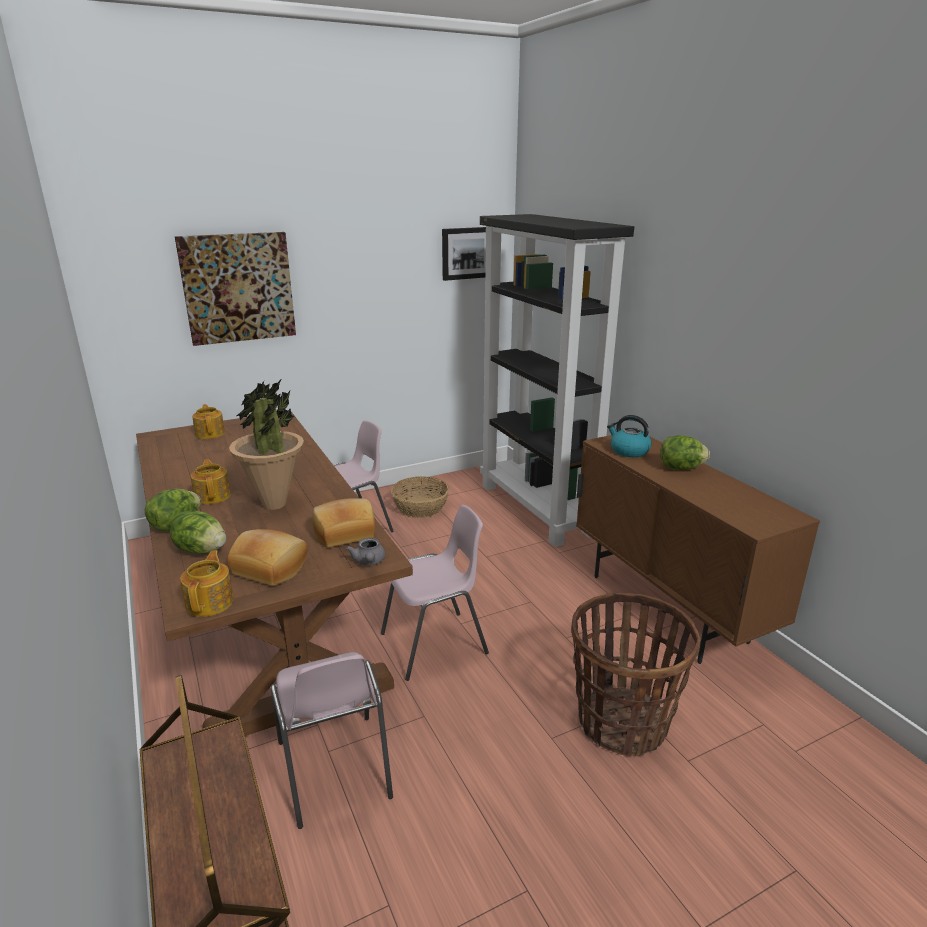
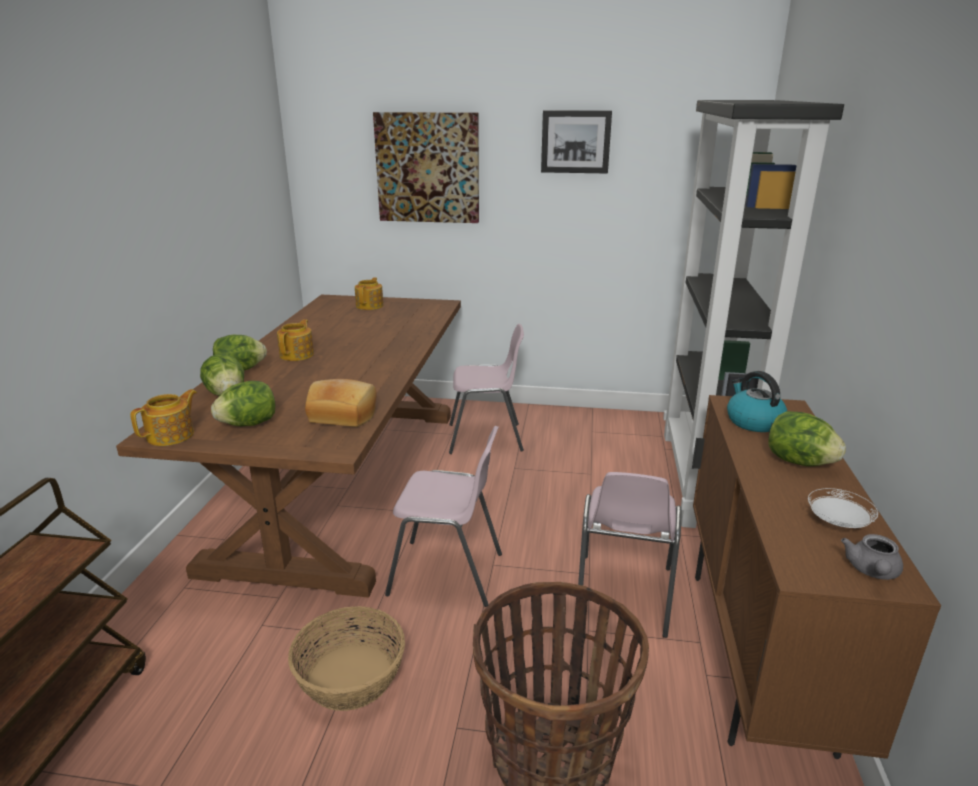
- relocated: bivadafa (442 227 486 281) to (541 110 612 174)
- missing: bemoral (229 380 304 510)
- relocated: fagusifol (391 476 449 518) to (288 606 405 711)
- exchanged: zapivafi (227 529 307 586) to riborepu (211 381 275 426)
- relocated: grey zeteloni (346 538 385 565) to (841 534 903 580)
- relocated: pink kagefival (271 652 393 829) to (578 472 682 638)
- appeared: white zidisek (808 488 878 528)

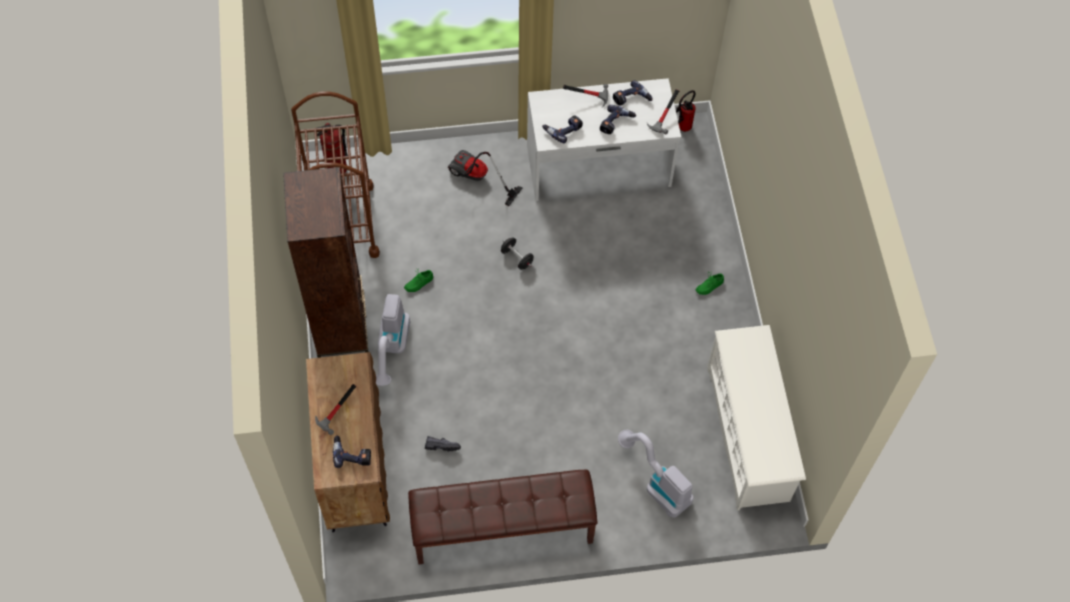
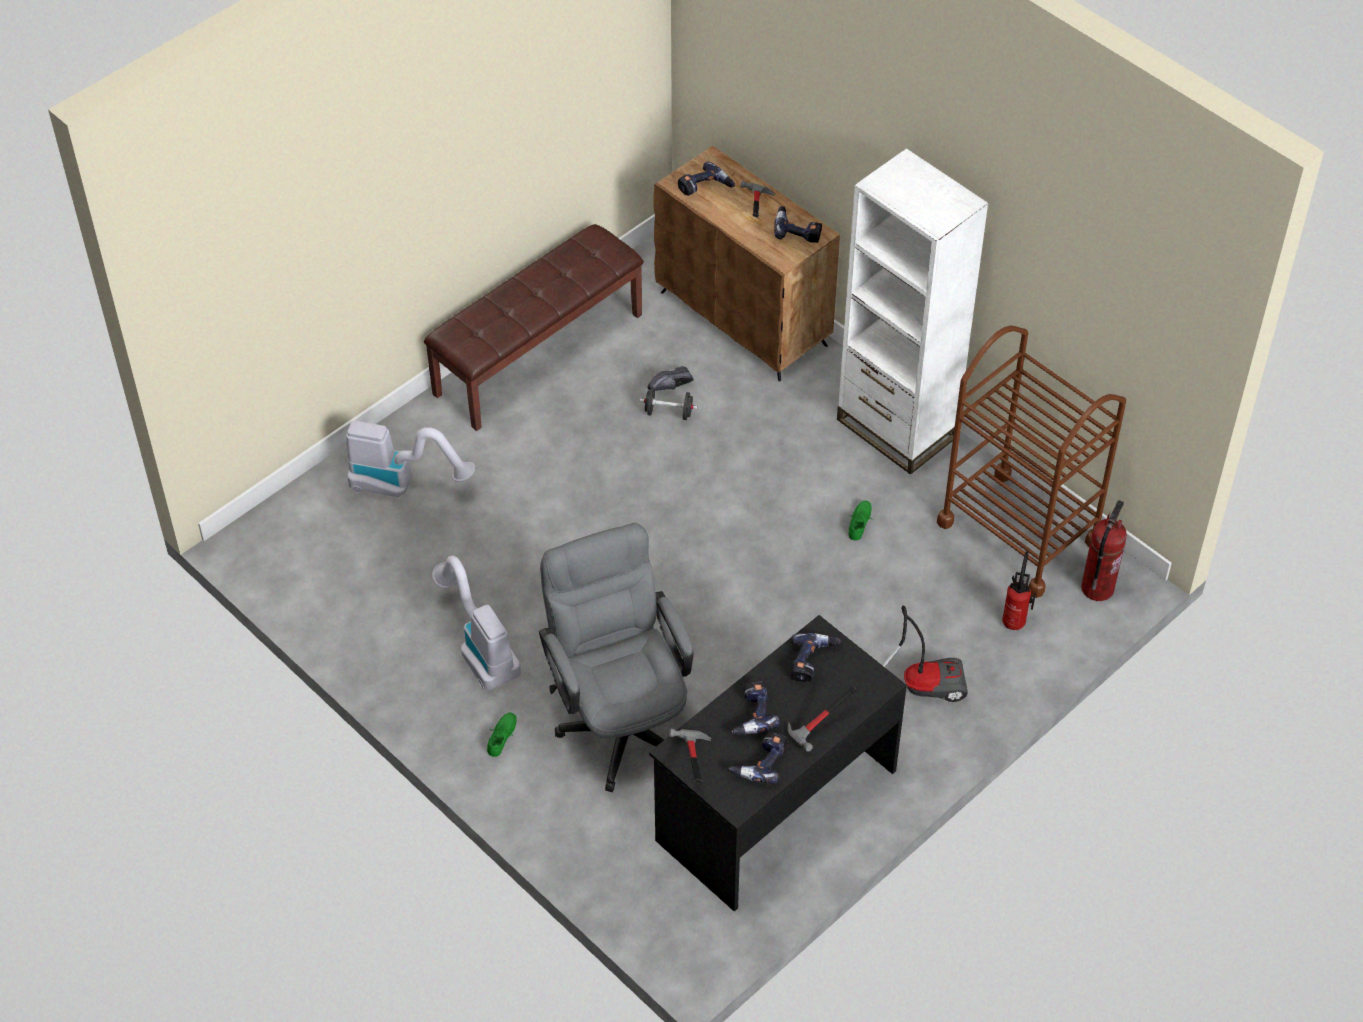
- colour: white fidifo (527 78 681 201) to black fidifo (649 615 907 912)
- relocated: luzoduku (676 90 696 132) to (1002 551 1036 630)
- colour: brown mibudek (283 167 368 358) to white mibudek (837 148 989 475)
- relocated: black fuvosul (501 237 533 270) to (640 388 698 420)
- relocated: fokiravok (376 294 410 386) to (432 556 521 690)
- missing: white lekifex (707 325 806 511)
- appeared: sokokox (774 206 822 243)
- appeared: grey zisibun (539 523 694 792)

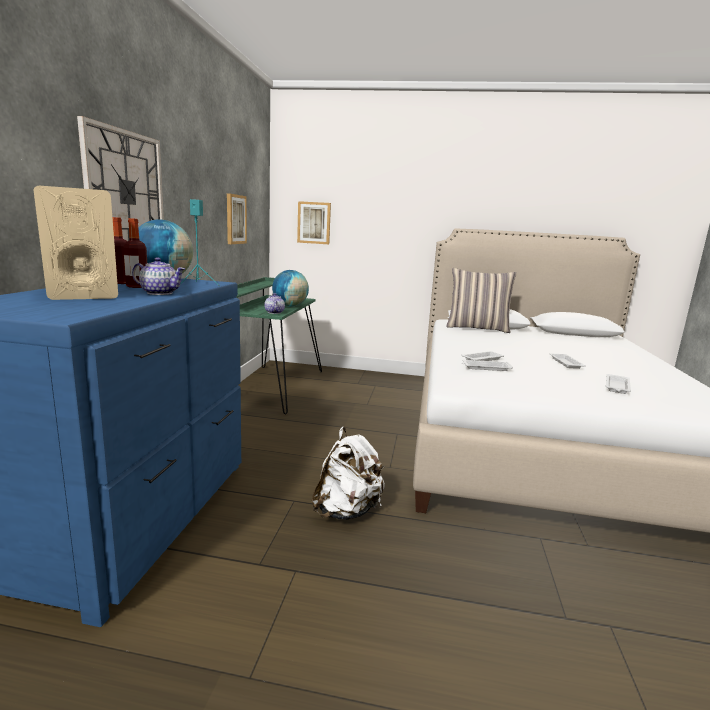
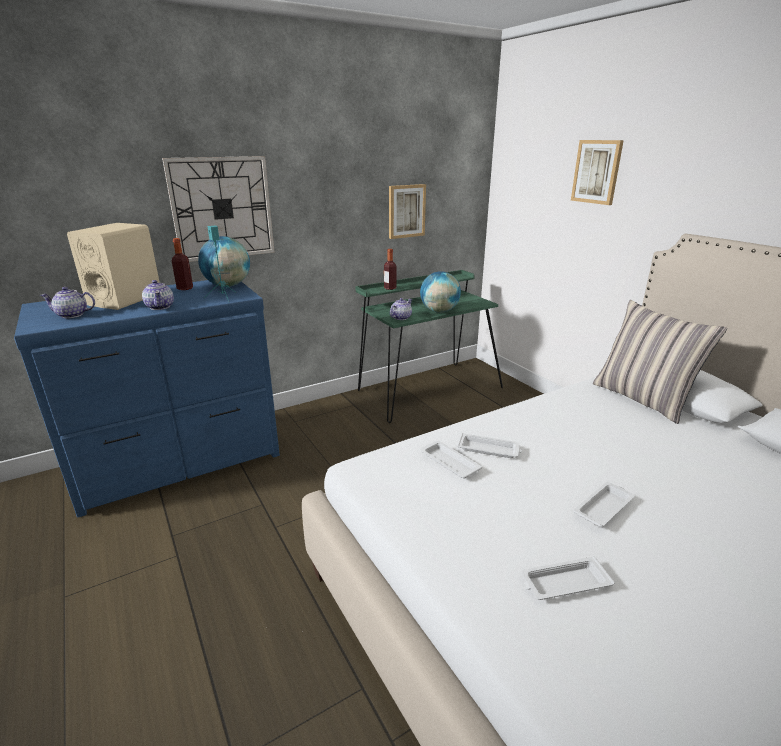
- relocated: bivadafa (297 201 331 244) to (571 140 624 205)
- relocated: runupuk (123 218 147 288) to (384 249 397 290)
- missing: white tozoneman (312 427 385 520)
- appeared: zeteloni (40 287 95 318)

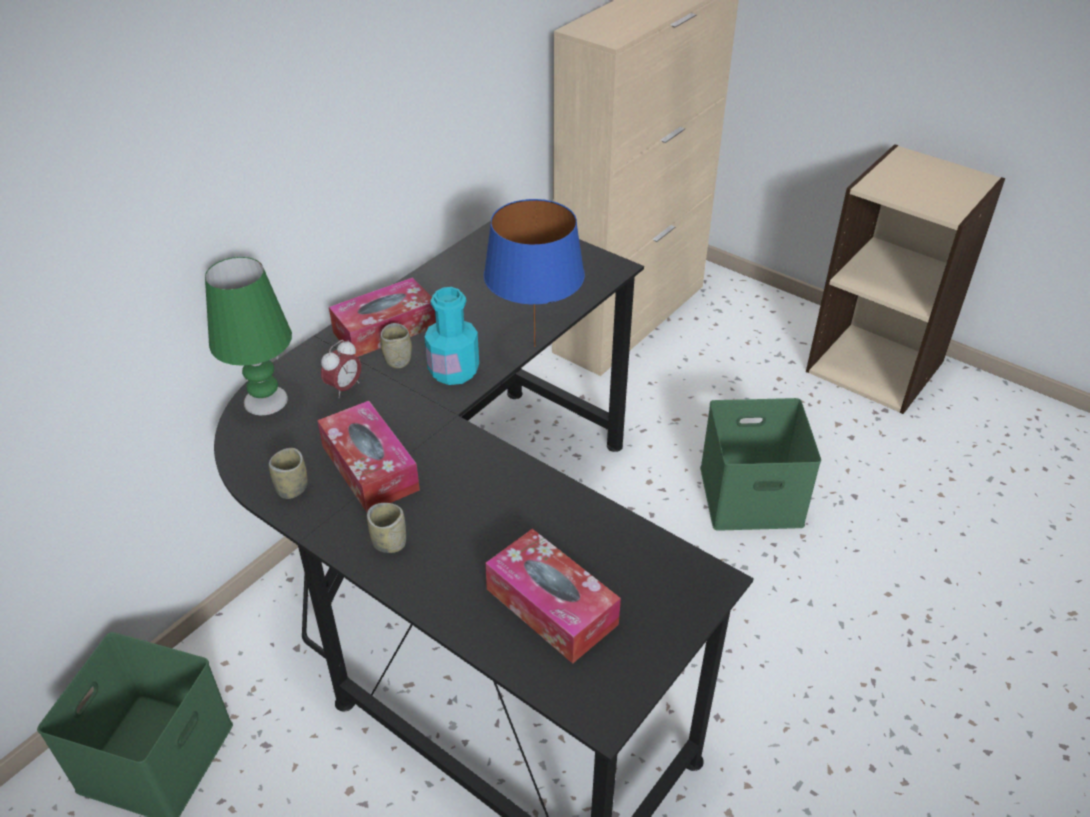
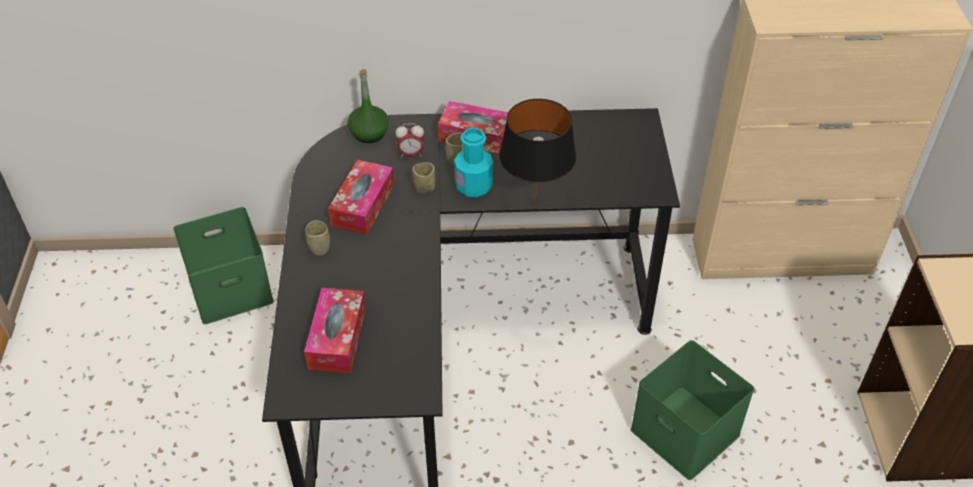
- colour: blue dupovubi (484 199 585 347) to black dupovubi (499 99 576 206)
- exchanged: green dupovubi (205 257 292 415) to green runupuk (348 69 389 143)
- relocated: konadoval (269 448 308 499) to (412 162 435 193)

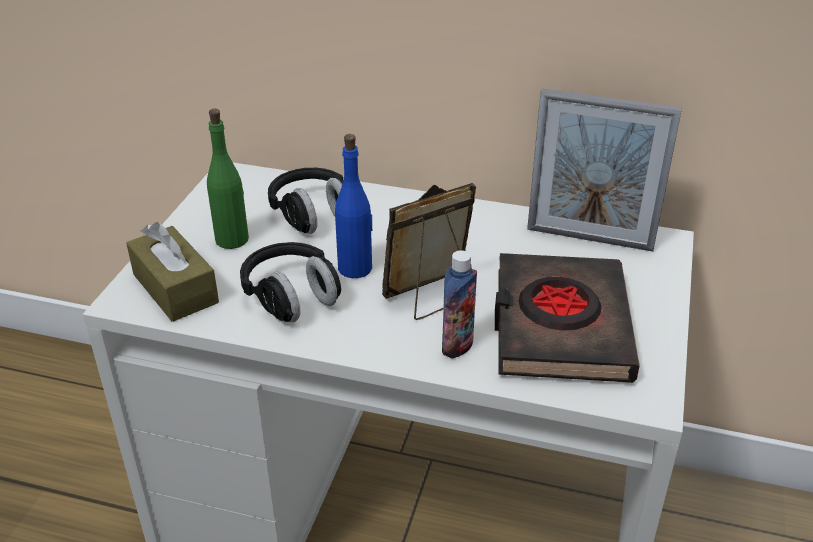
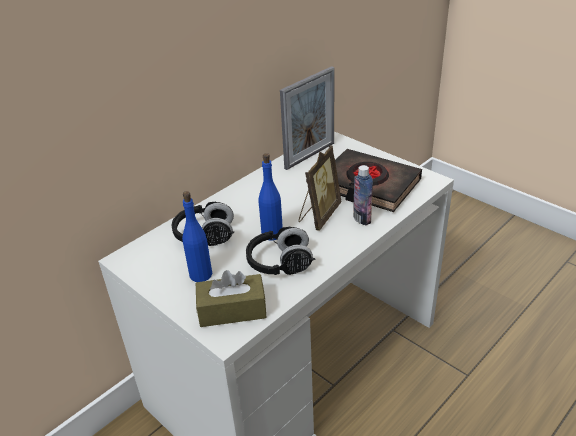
- colour: green runupuk (207 109 249 249) to blue runupuk (182 191 212 282)
- spun: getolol (382 183 476 320) = (298 146 341 231) 150 degrees counterclockwise

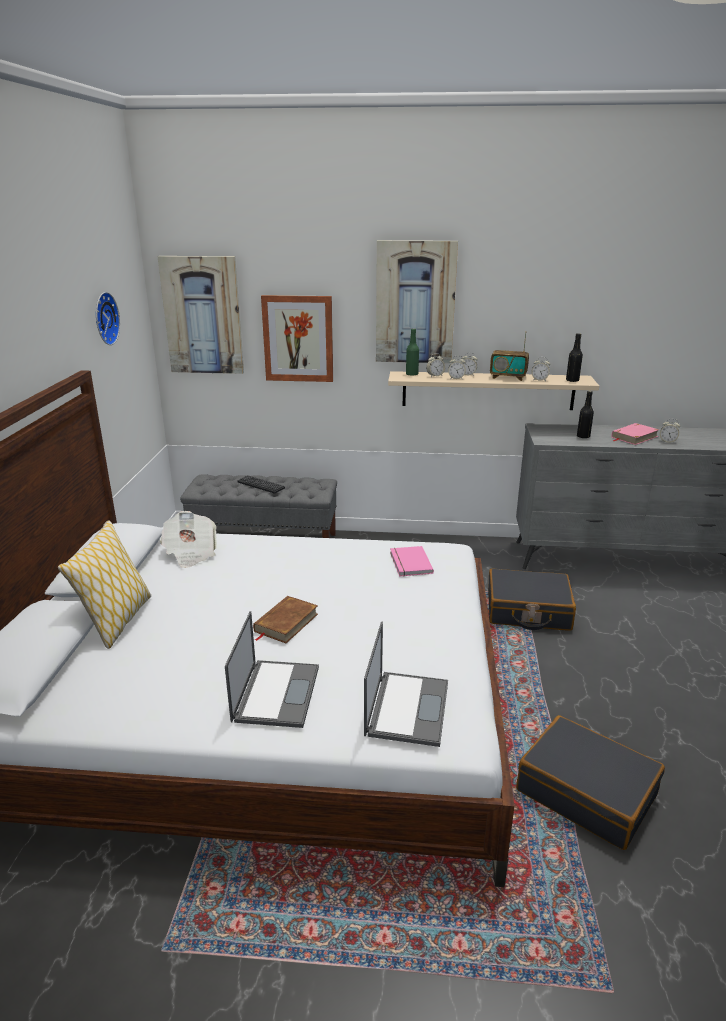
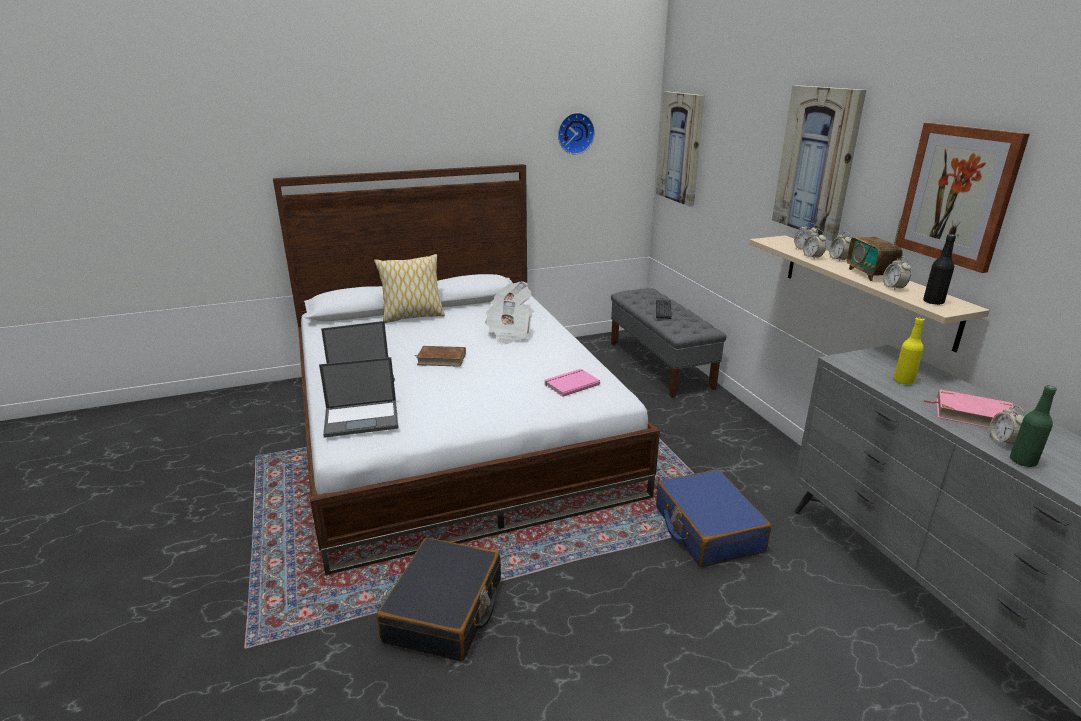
- relocated: bivadafa (261 295 333 382) to (895 123 1030 273)
- relocated: green runupuk (406 328 419 376) to (1010 385 1057 467)
- colour: black runupuk (577 391 594 439) to yellow runupuk (894 317 925 384)
- colour: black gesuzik (488 568 576 631) to blue gesuzik (656 469 771 567)
- appeared: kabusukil (485 300 532 344)

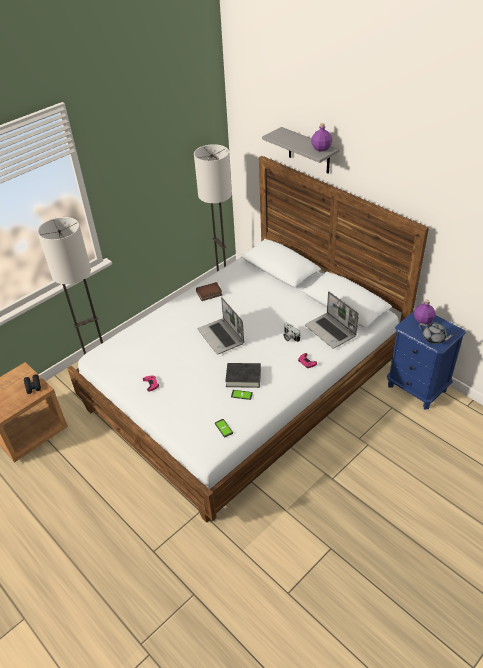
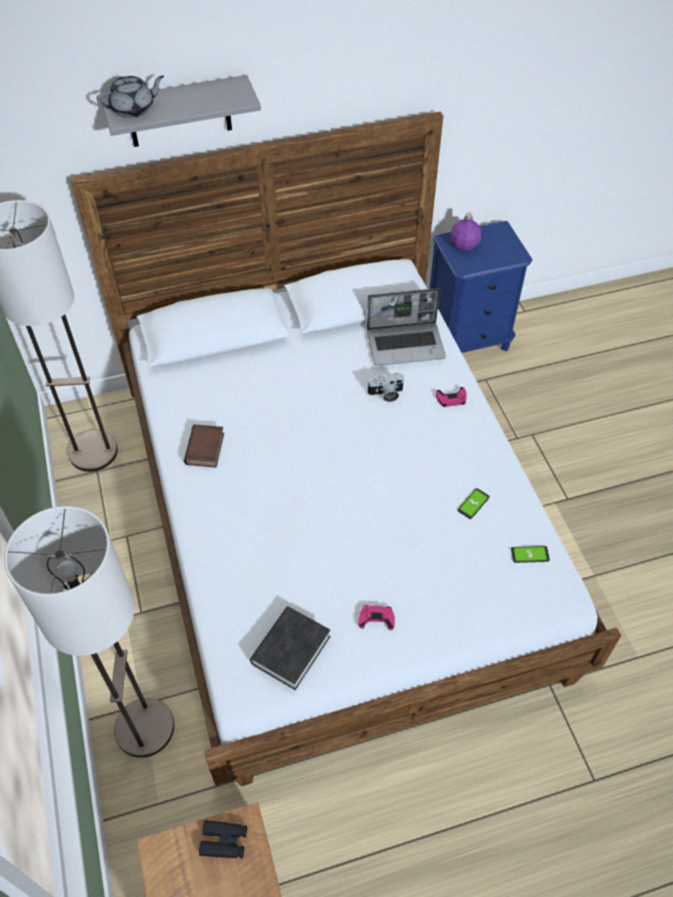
- missing: purple runupuk (311 123 332 151)
- missing: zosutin (198 297 244 354)
- relocated: grey zeteloni (419 323 455 344) to (97 76 164 118)
- relocated: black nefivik (225 363 261 388) to (250 606 330 690)

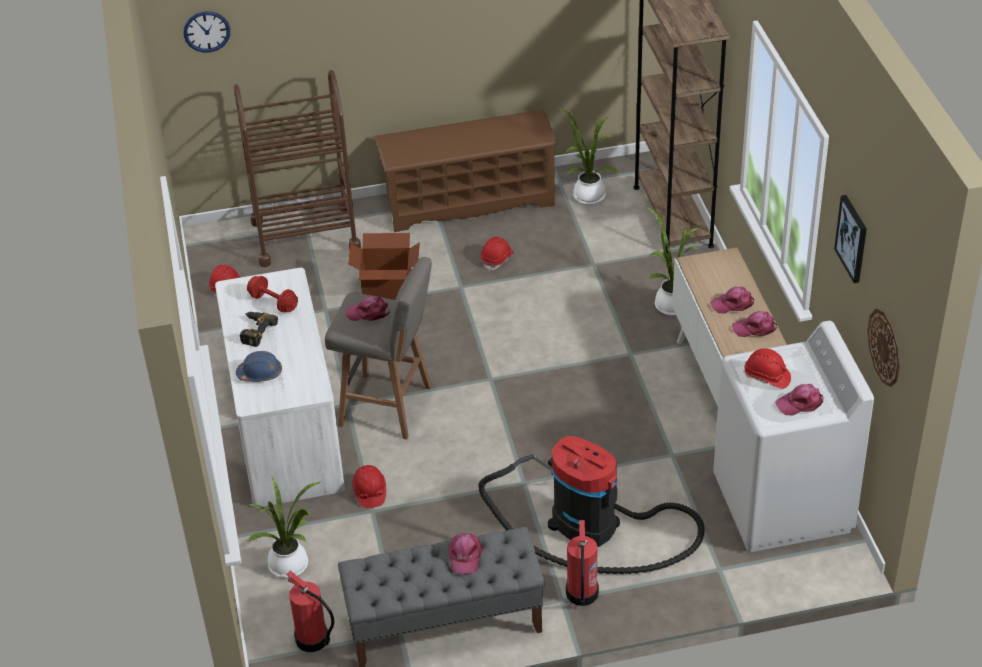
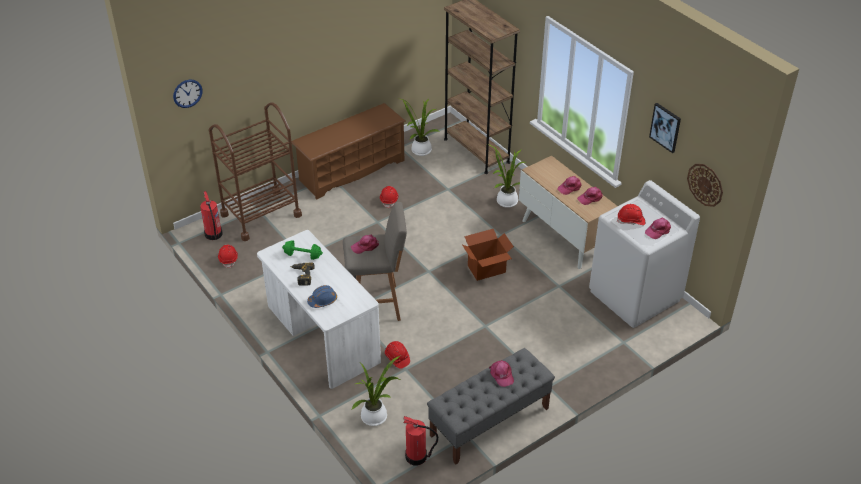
- relocated: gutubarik (348 233 420 300) to (462 229 514 281)
- colour: red fuvosul (247 276 298 312) to green fuvosul (282 240 323 260)
- missing: fokiravok (478 436 705 574)
- relocated: luzoduku (566 520 599 606) to (200 191 223 240)

